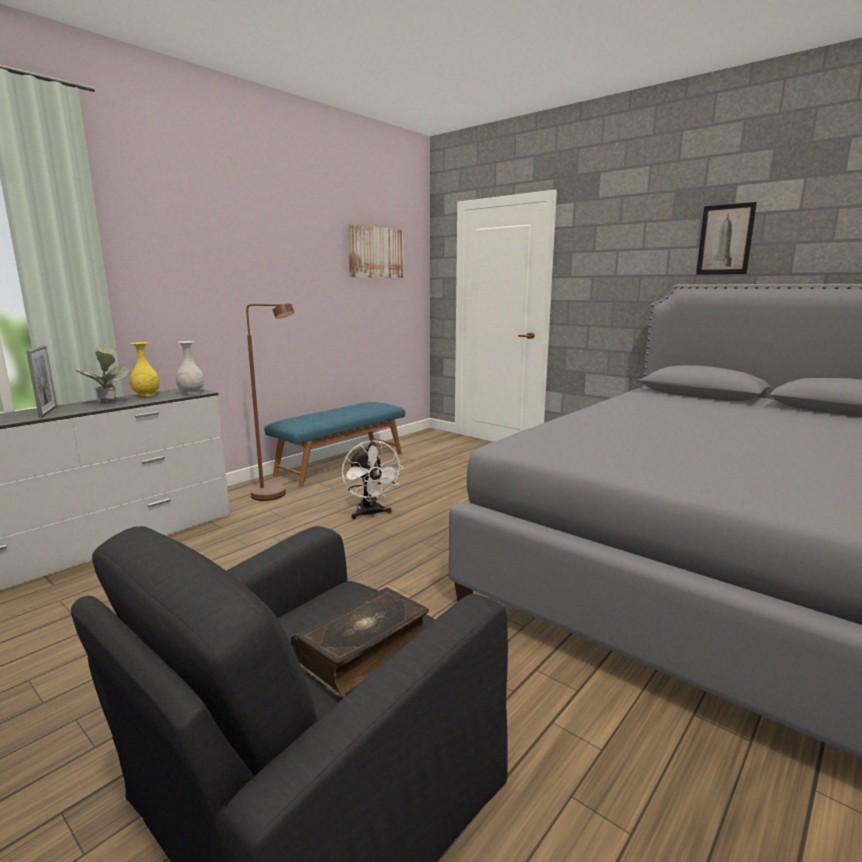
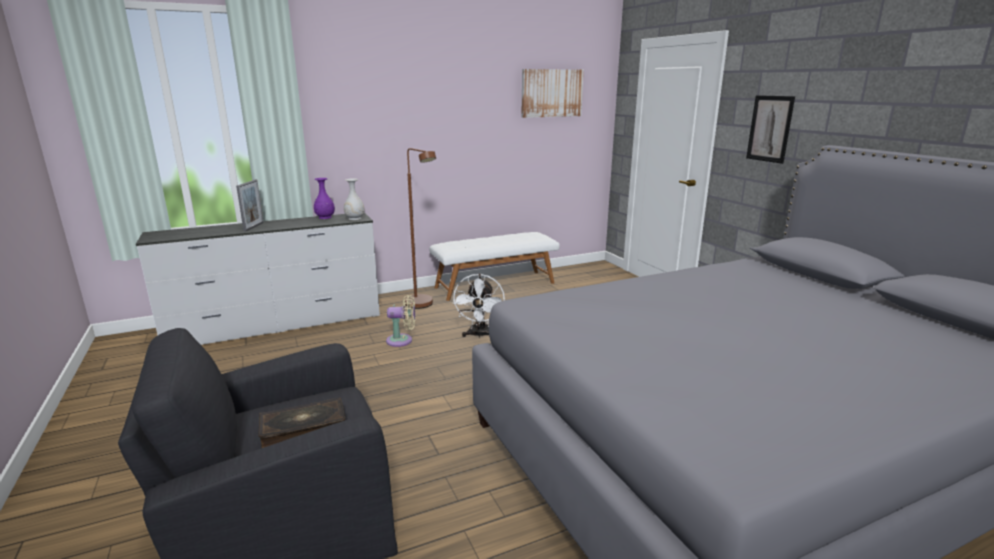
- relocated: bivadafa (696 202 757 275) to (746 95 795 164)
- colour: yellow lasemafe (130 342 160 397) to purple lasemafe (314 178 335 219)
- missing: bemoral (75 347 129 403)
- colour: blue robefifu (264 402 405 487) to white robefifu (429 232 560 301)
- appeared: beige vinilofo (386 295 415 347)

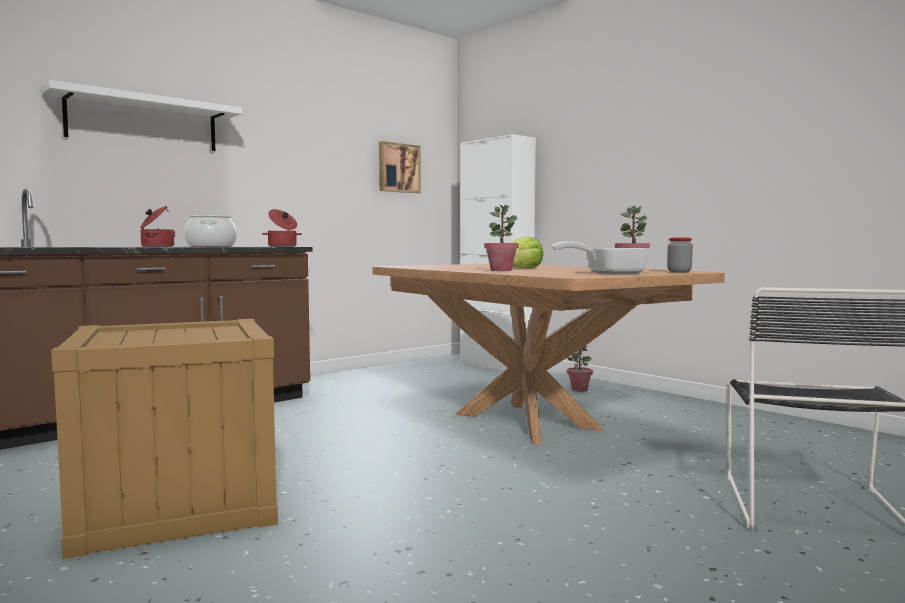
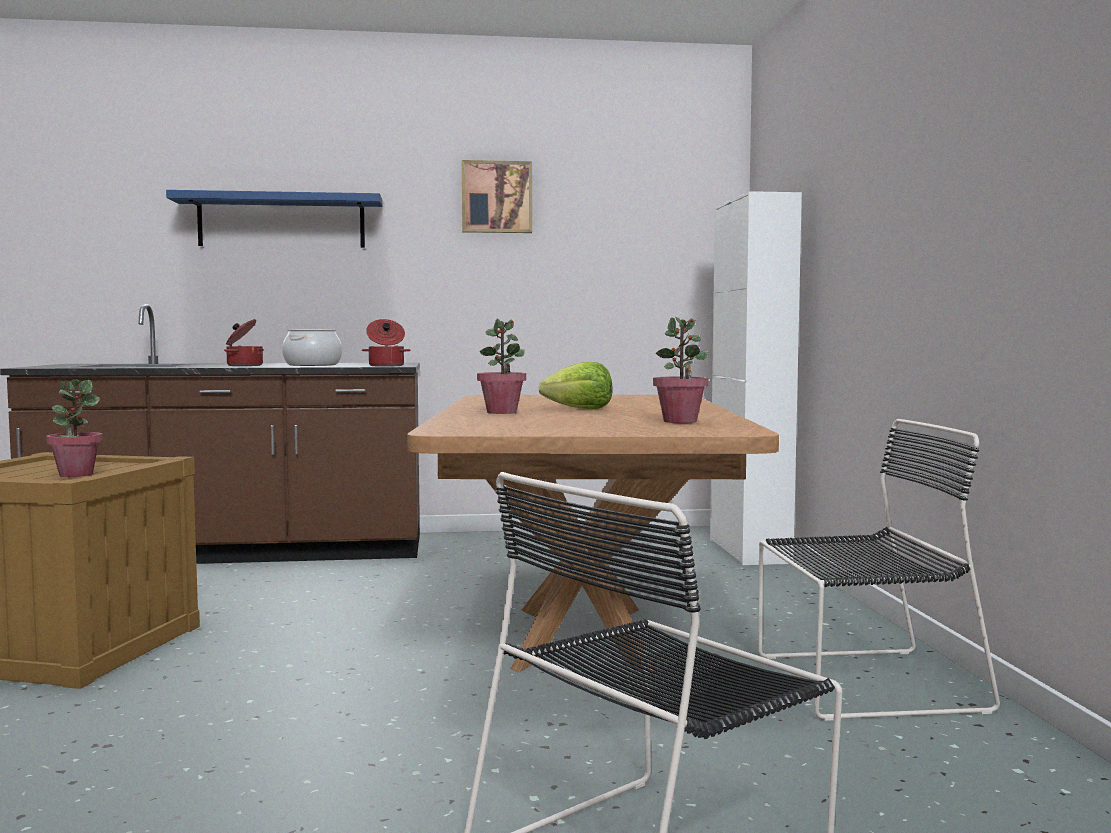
- colour: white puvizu (41 80 242 151) to blue puvizu (166 190 382 248)
- relocated: bivadafa (379 141 421 193) to (462 160 532 233)
- missing: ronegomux (667 238 693 272)
- missing: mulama (552 242 651 274)
- relocated: bemoral (567 345 593 392) to (46 379 102 477)
- appeared: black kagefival (758 419 1000 721)

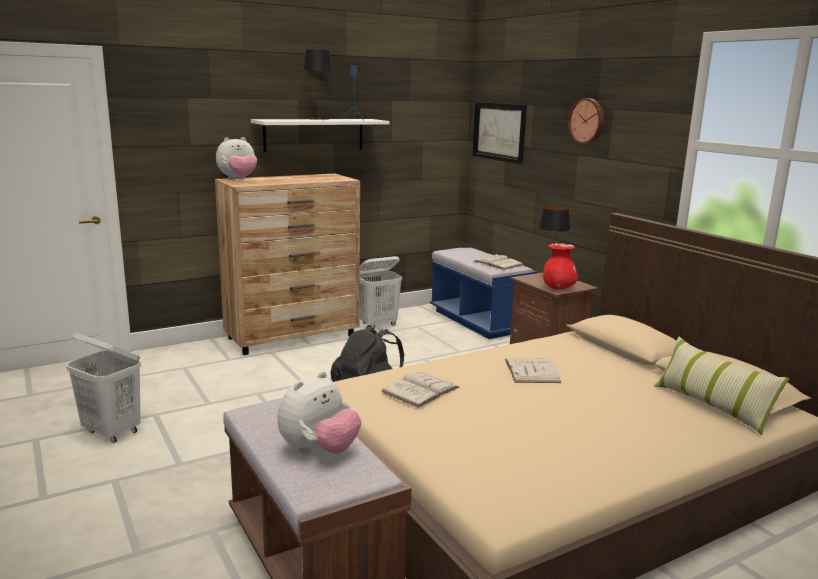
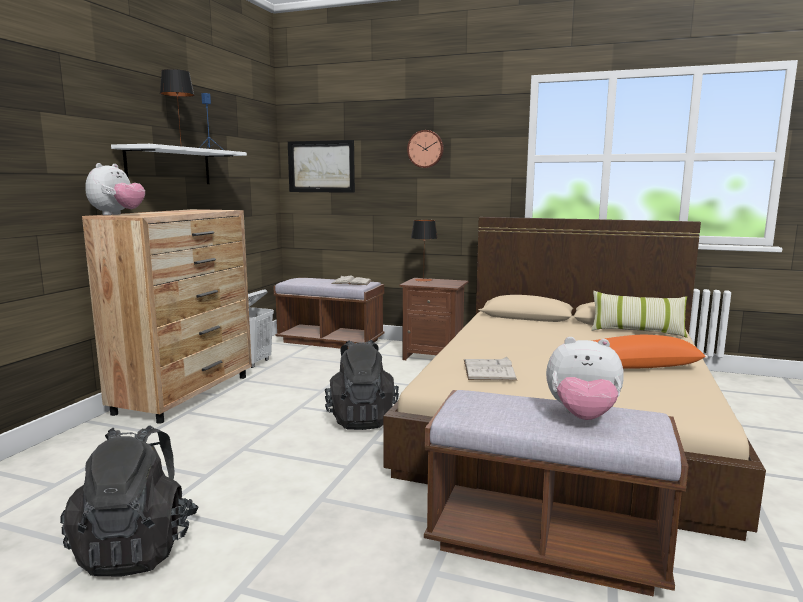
- missing: red lasemafe (543 243 578 289)
- colour: blue robefifu (430 248 537 339) to brown robefifu (273 278 384 349)
- exchanged: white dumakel (66 333 141 443) to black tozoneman (60 426 198 577)
- missing: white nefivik (505 358 562 383)
- spun: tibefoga (277 371 361 454) = (546 337 624 420) 105 degrees clockwise
- appeared: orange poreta (593 335 708 368)

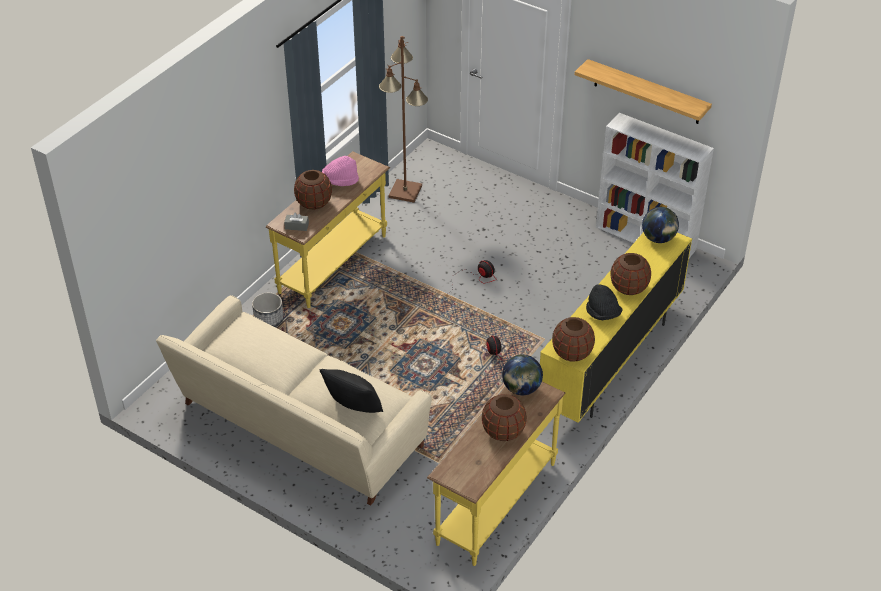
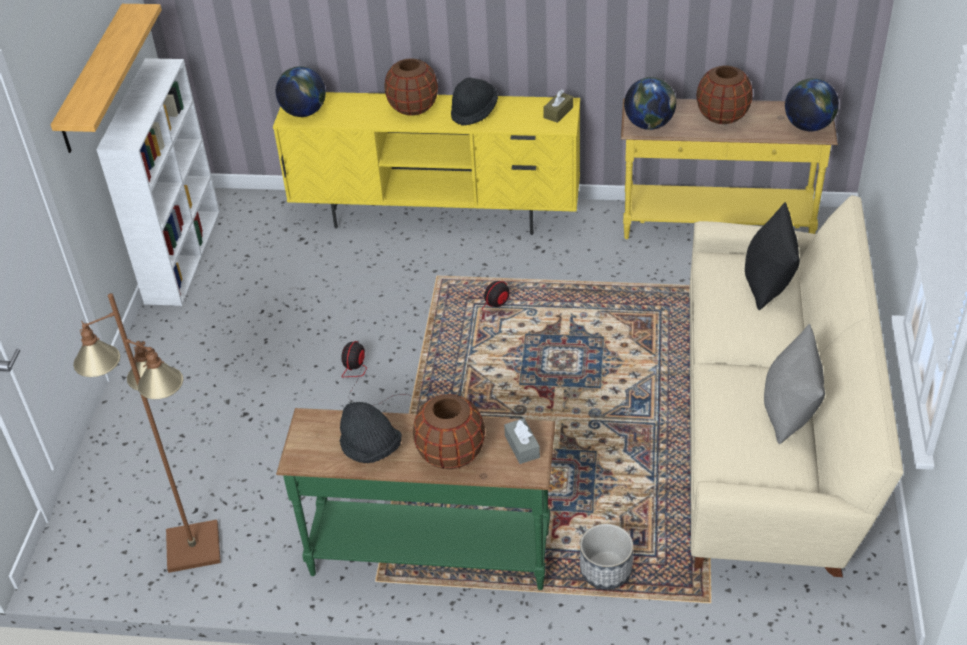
- colour: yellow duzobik (266 151 390 308) to green duzobik (276 408 555 590)
- colour: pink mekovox (322 156 359 186) to black mekovox (340 402 402 463)
- exchanged: brown lasemafe (552 317 595 362) to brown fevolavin (543 90 573 123)
- appeared: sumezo (785 78 839 131)
- appeared: grey poreta (764 324 825 444)

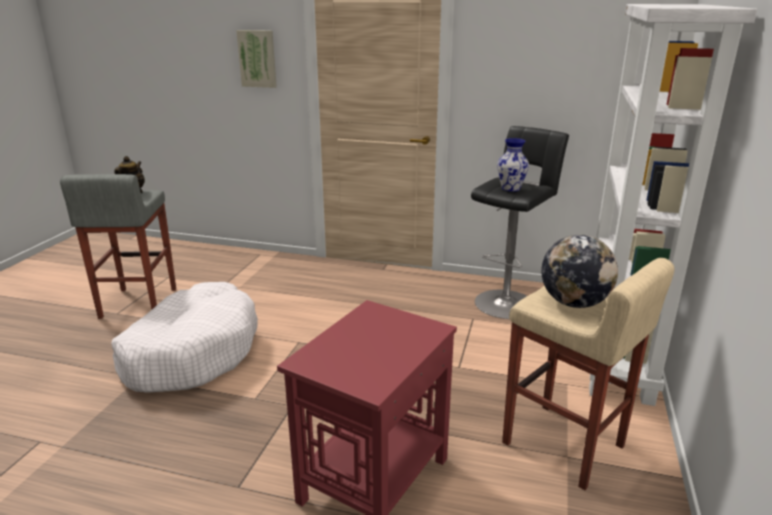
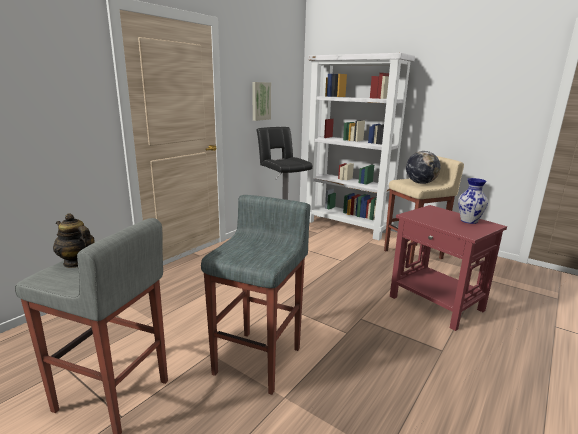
- relocated: bivadafa (236 30 277 88) to (252 82 271 121)
- relocated: lasemafe (497 138 529 192) to (458 178 488 224)
- exchanged: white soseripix (111 282 258 393) to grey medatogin (201 195 311 395)

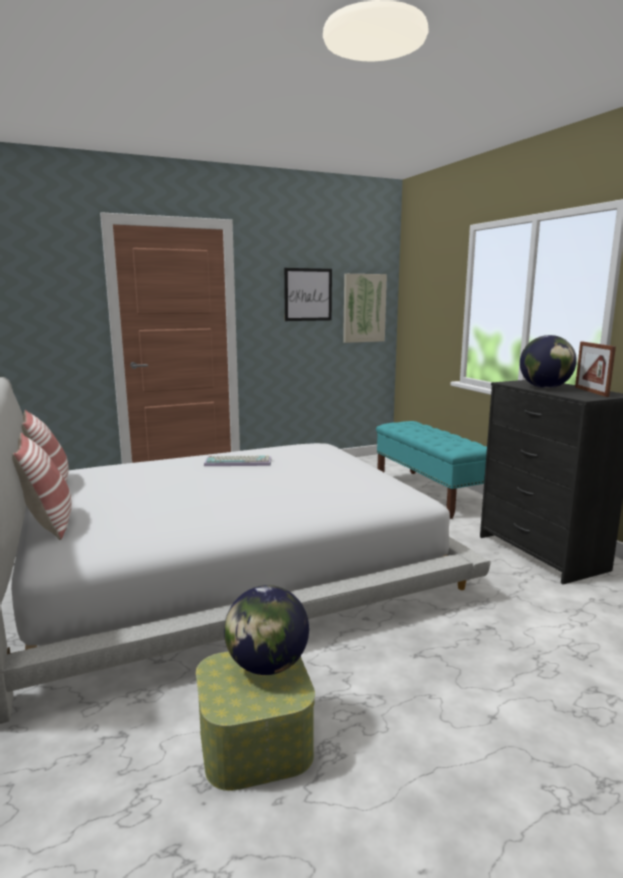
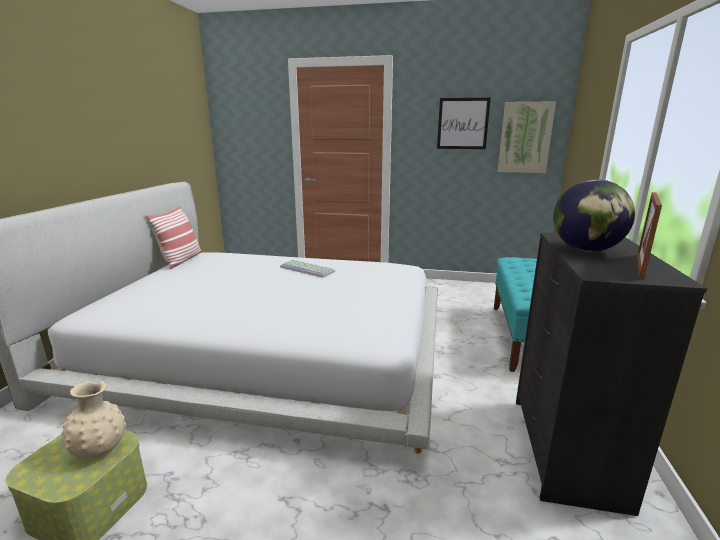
- missing: poreta (12 433 72 540)
- exchanged: sumezo (224 585 309 675) to beige lasemafe (61 381 126 458)

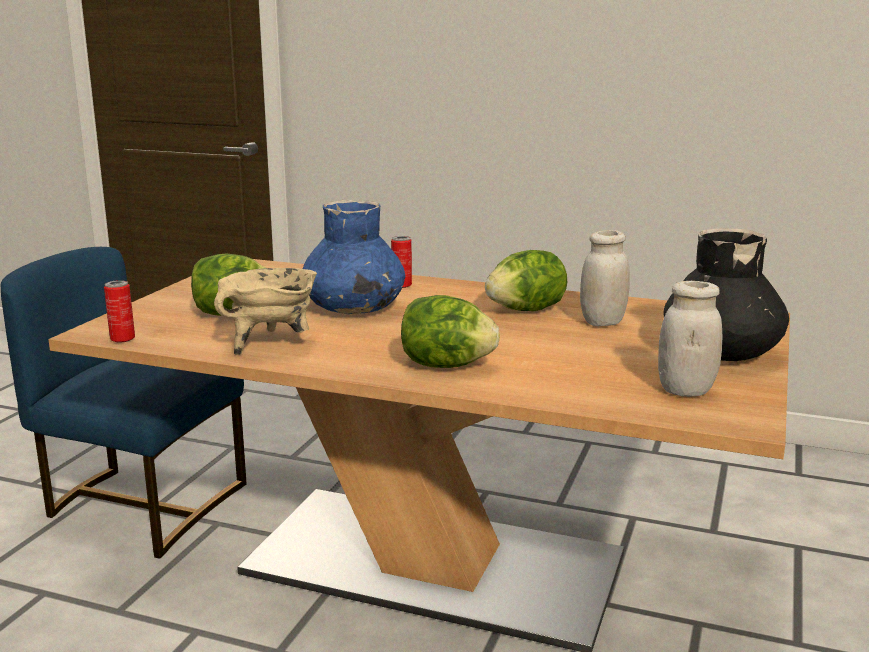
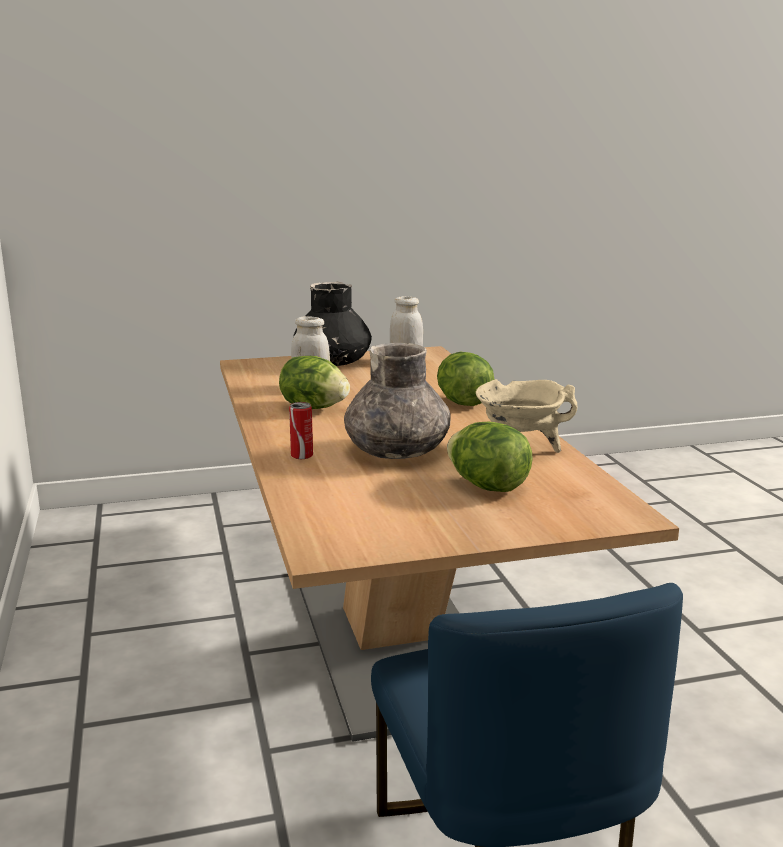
- colour: blue lasemafe (303 200 406 314) to grey lasemafe (344 343 451 459)
- missing: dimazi (104 280 135 342)

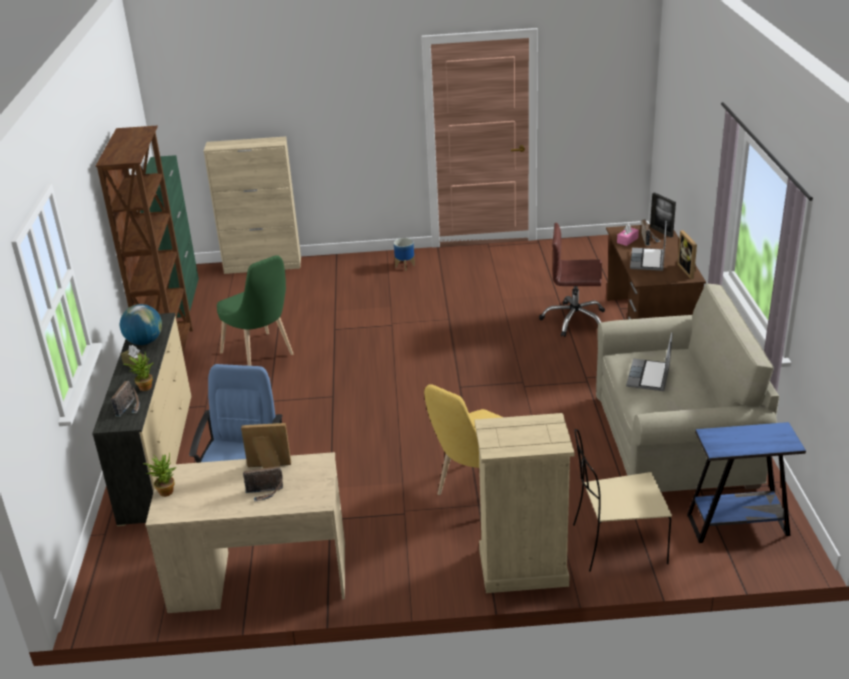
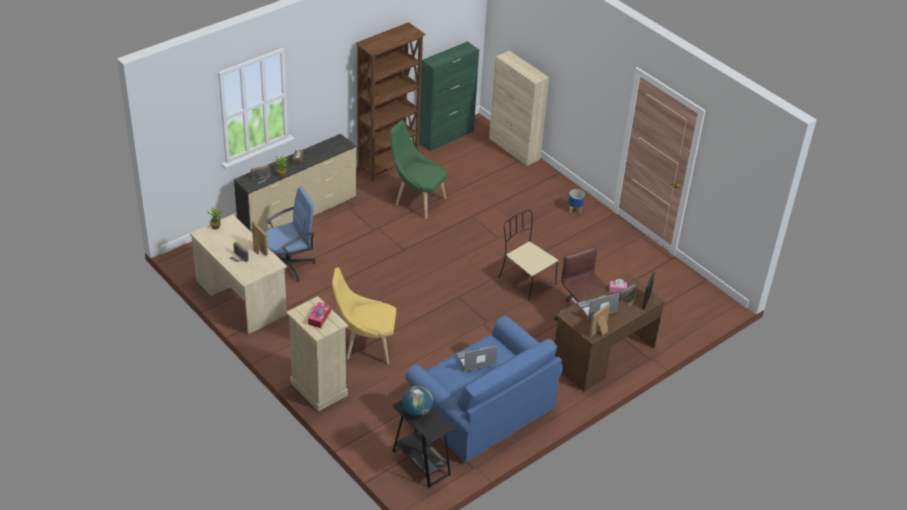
- spun: green kagefival (217 255 293 366) = (390 121 447 219) 105 degrees clockwise
- colour: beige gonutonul (596 284 779 492) to blue gonutonul (405 316 563 463)
- relocated: sumezo (120 304 162 345) to (402 386 433 417)
- colour: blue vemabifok (687 422 806 543) to black vemabifok (393 400 455 488)
- relocated: beige kagefival (573 429 672 572) to (499 210 558 302)
- appeared: fevolavin (308 302 331 328)

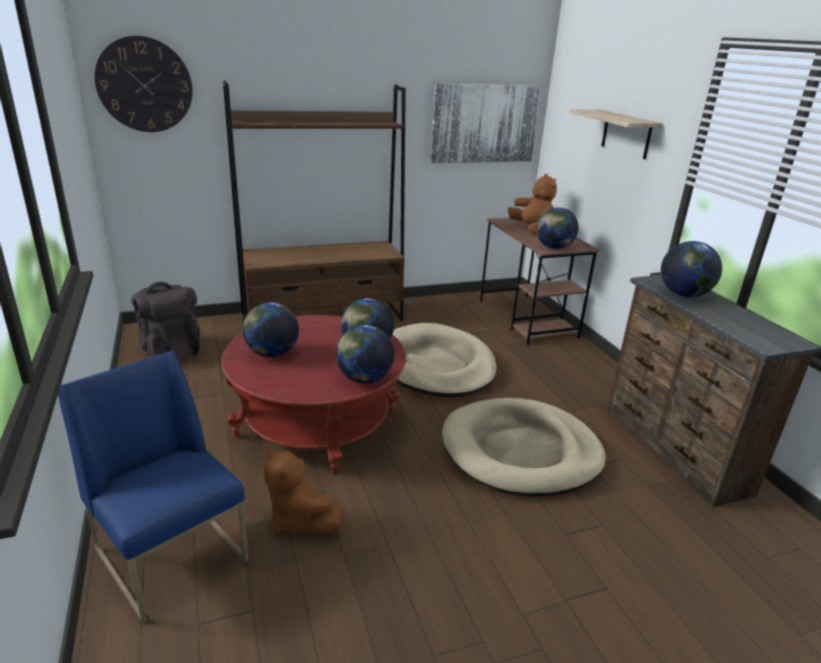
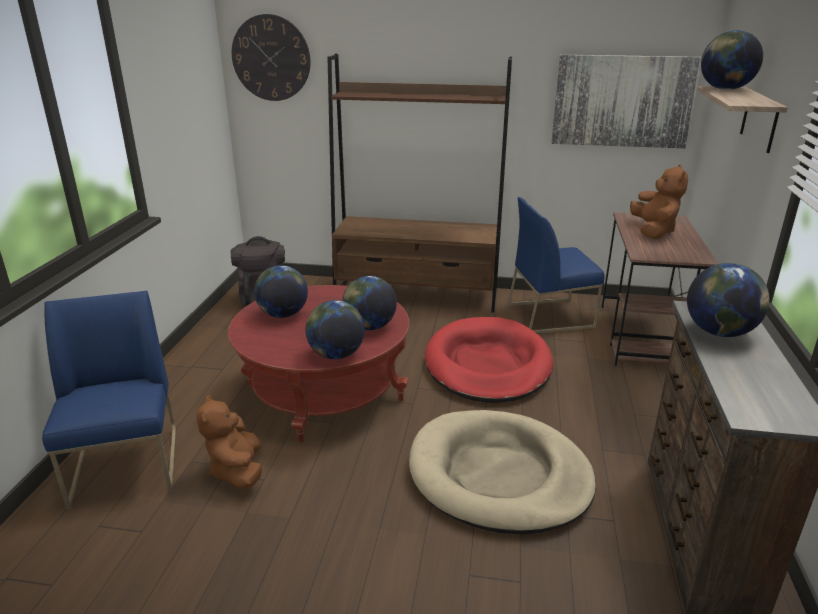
- relocated: sumezo (536 207 579 249) to (701 30 763 90)
- colour: beige soseripix (393 323 497 397) to red soseripix (425 317 553 403)
- appeared: blue kagefival (508 197 605 334)

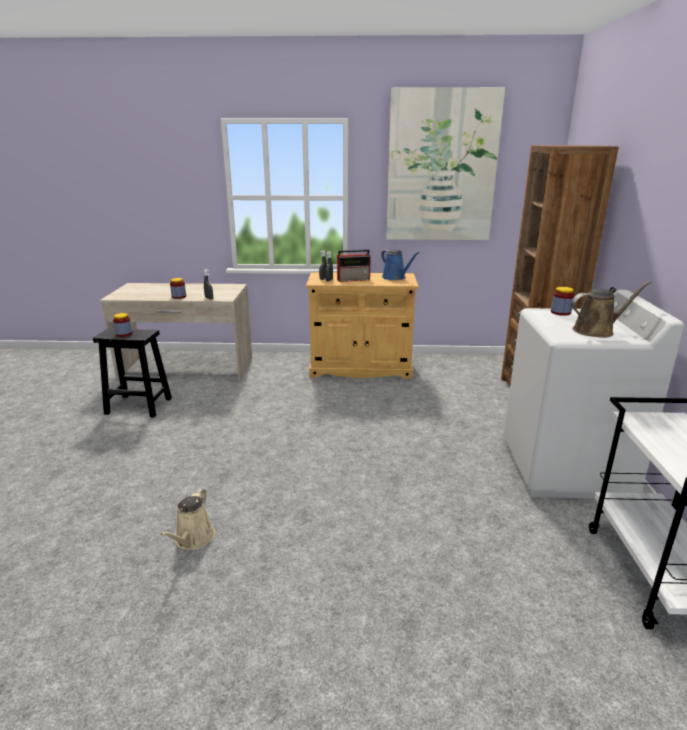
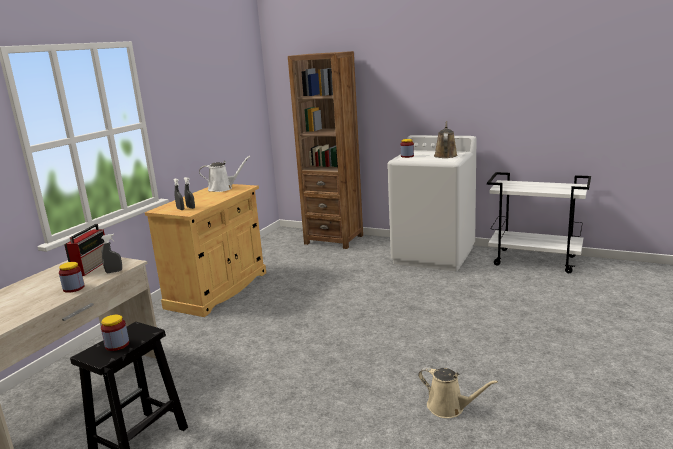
- missing: bivadafa (386 87 505 240)
- relocated: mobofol (337 250 371 282) to (64 224 105 276)
- colour: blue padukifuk (381 250 419 280) to white padukifuk (199 156 250 192)

